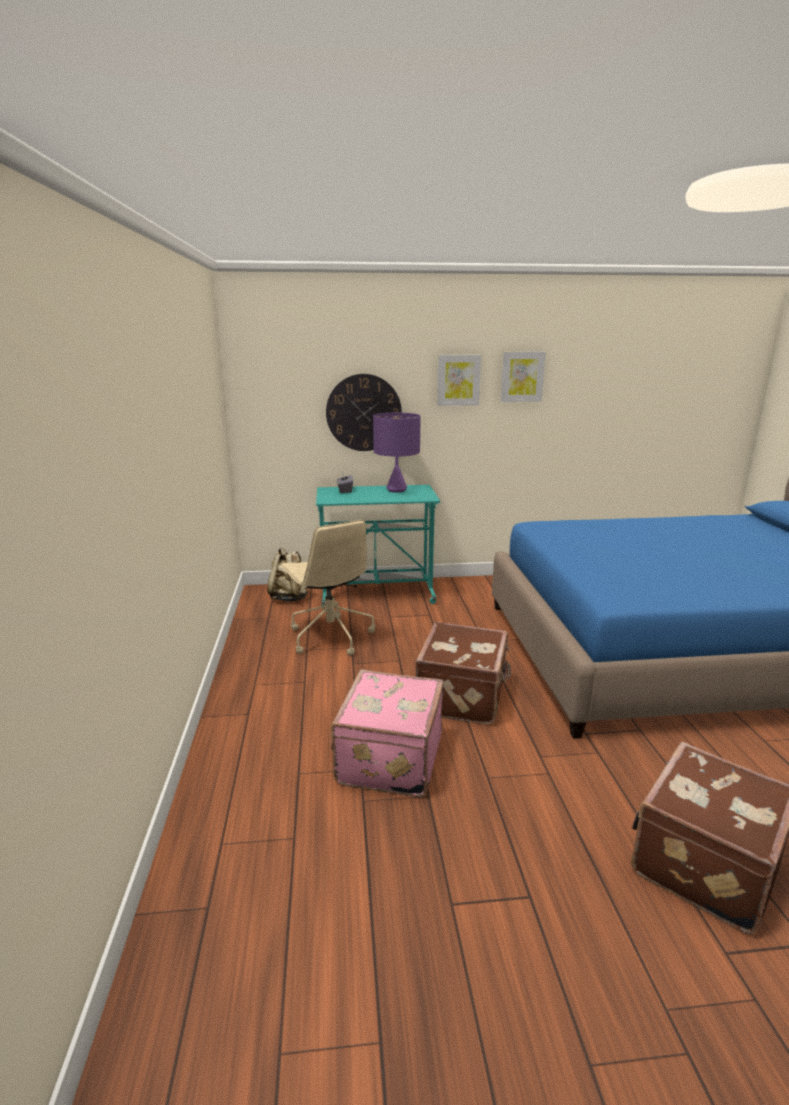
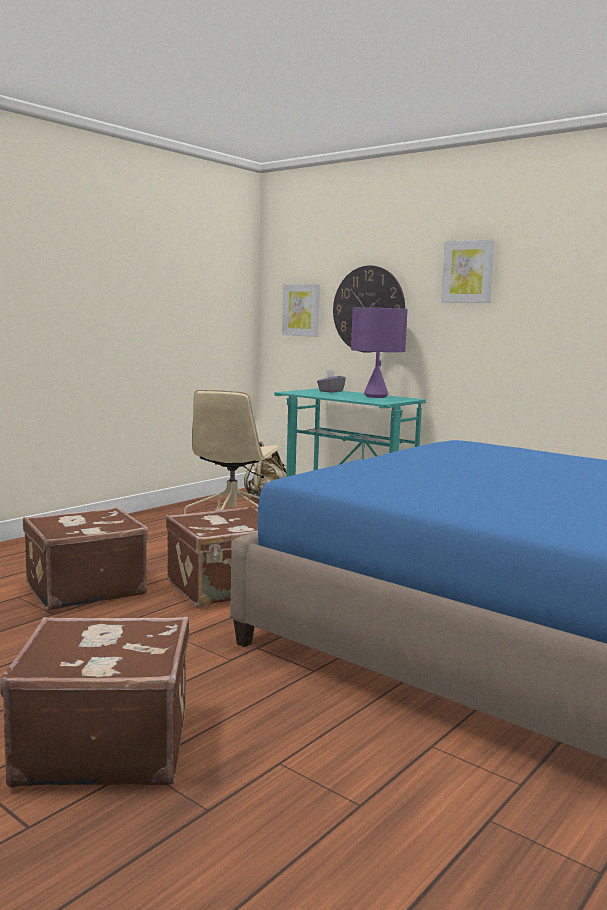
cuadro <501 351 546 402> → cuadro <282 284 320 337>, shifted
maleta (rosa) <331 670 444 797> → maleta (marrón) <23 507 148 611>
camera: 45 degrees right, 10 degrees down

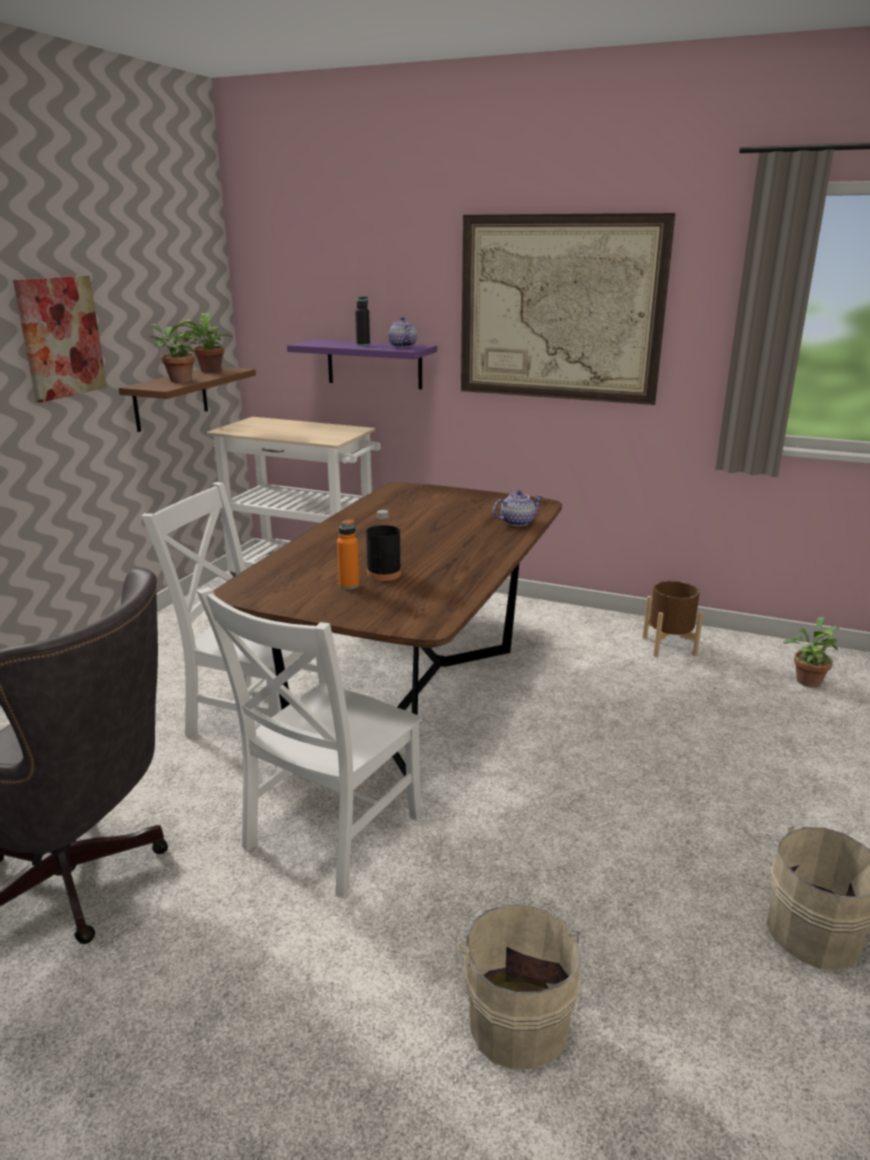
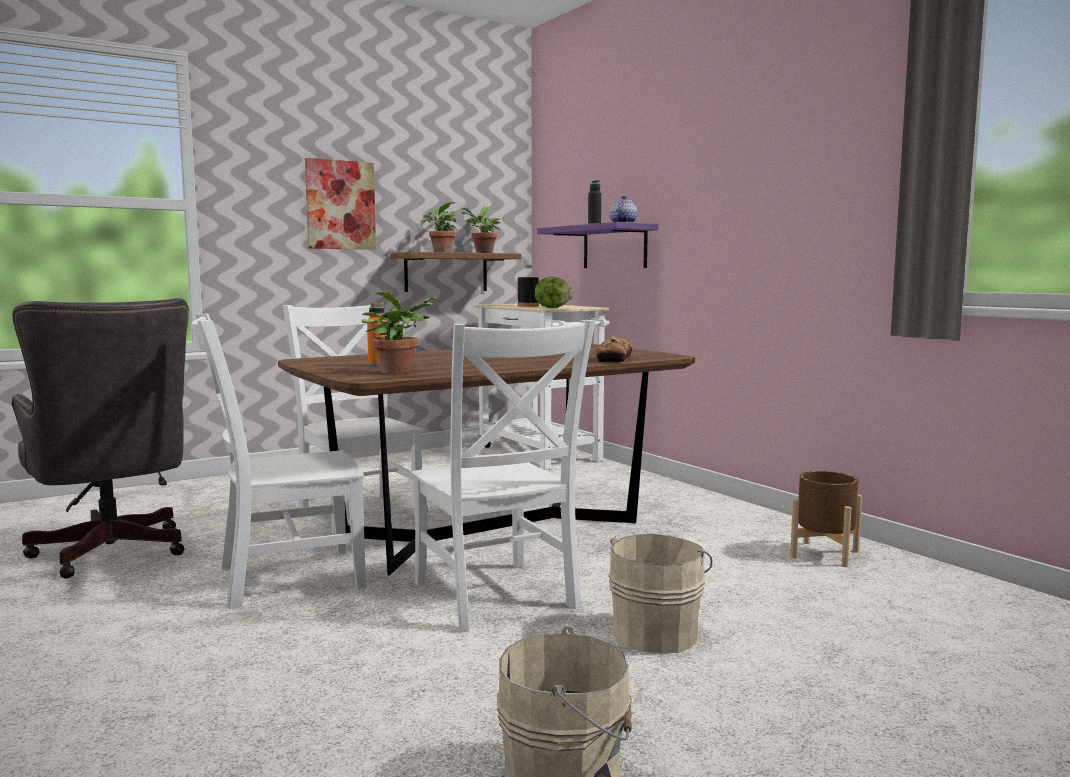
cuadro <461 213 676 405> → -
tetera <493 490 543 526> → pan <596 336 632 362>
botella (negro) <366 510 401 581> → botella (negro) <518 265 539 307>, shifted
planta en maceta <783 616 839 687> → planta en maceta <361 292 438 374>, shifted
cubo (beis) <457 904 581 1069> → cubo (beis) <608 534 713 653>, shifted
- → lechuga <535 277 574 308>
- → silla (blanco) <410 320 596 632>
camera: 35 degrees right, 15 degrees down

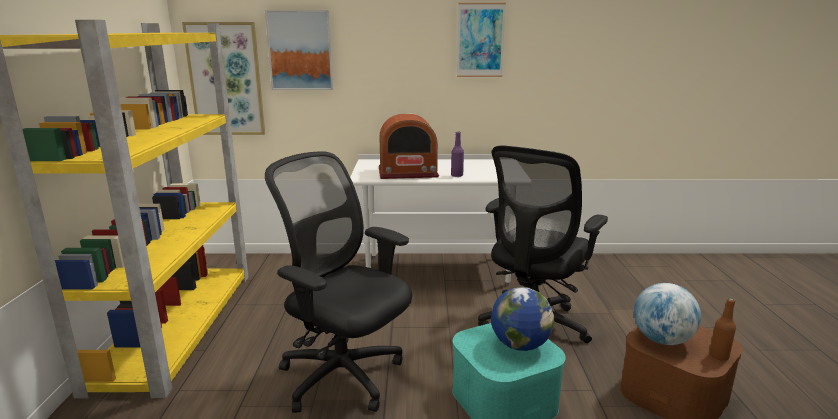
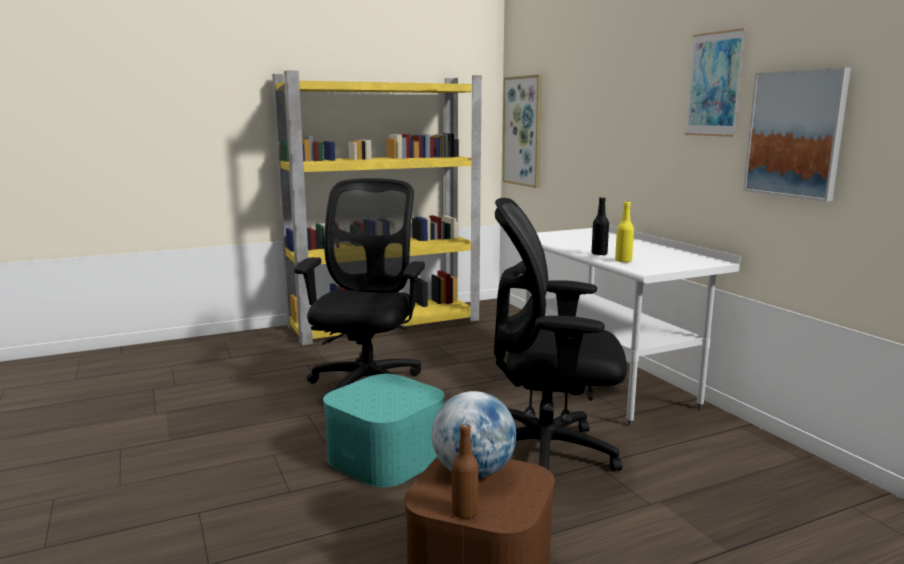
cuadro <265 10 333 90> → cuadro <743 67 851 201>, shifted
radio <379 113 439 179> → -
botella (morado) <451 132 464 177> → botella (negro) <591 197 609 255>
globo terráqueo <491 287 554 351> → -
- → botella (amarillo) <615 201 634 262>
camera: 65 degrees right, 5 degrees down

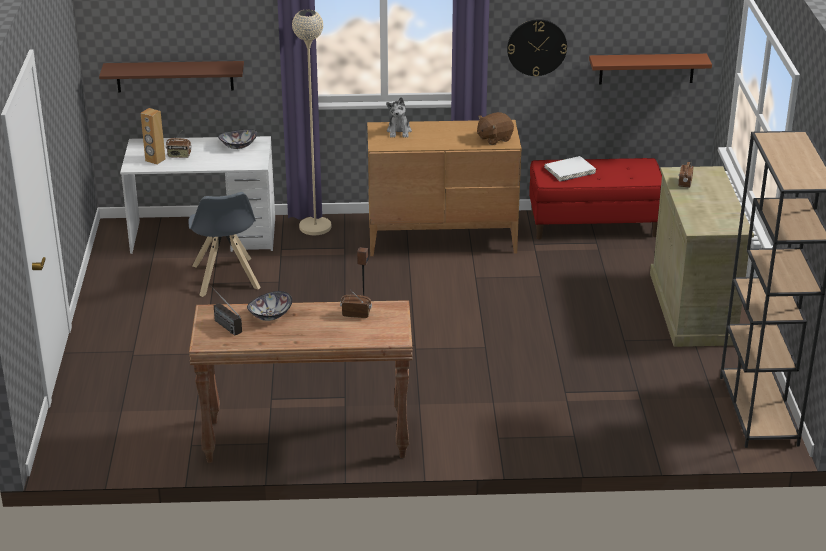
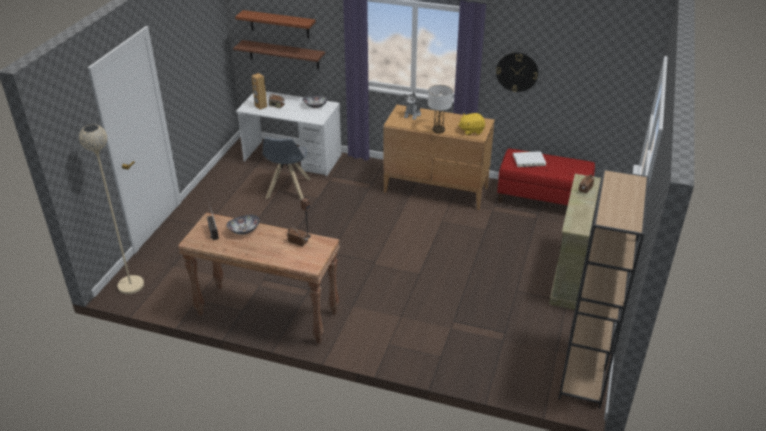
lámpara de pie (beis) <292 9 331 235> → lámpara de pie (beis) <79 124 144 294>, shifted
estante (marrón) <589 54 712 84> → estante (marrón) <235 10 316 38>, shifted
peluche (marrón) <477 112 514 145> → peluche (amarillo) <458 113 485 135>
- → lámpara de mesa <428 85 453 134>
camera: 20 degrees right, 5 degrees up

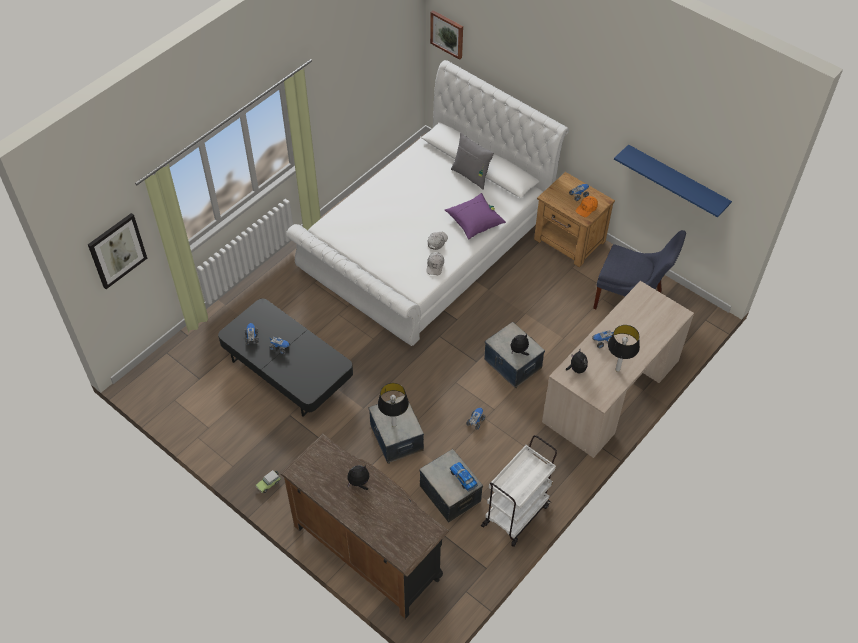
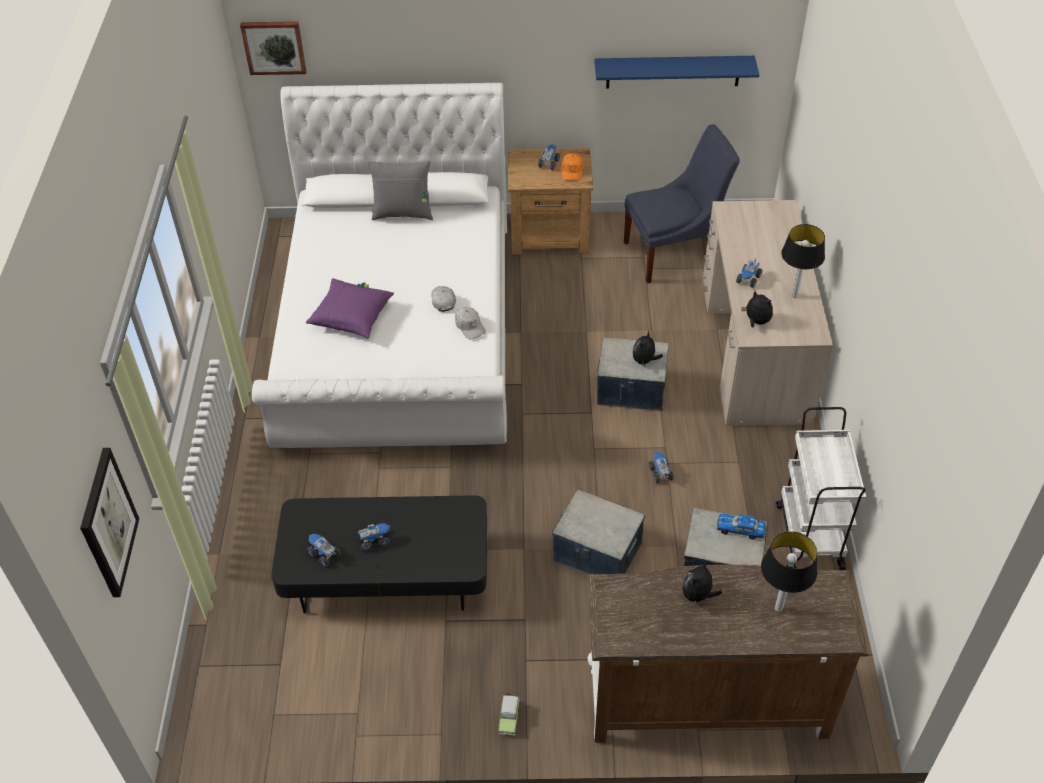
cojín (morado) <445 193 506 239> → cojín (morado) <306 278 394 338>, shifted
lámpara de mesa <378 383 409 427> → lámpara de mesa <761 531 817 612>, shifted
cómoda (negro) <280 434 449 619> → cómoda (blanco) <588 565 868 743>
camera: 40 degrees left, 5 degrees down

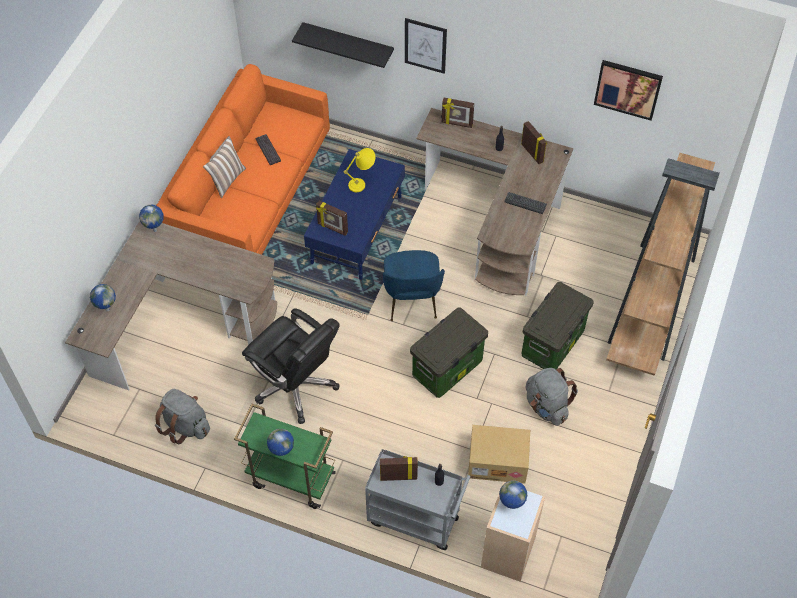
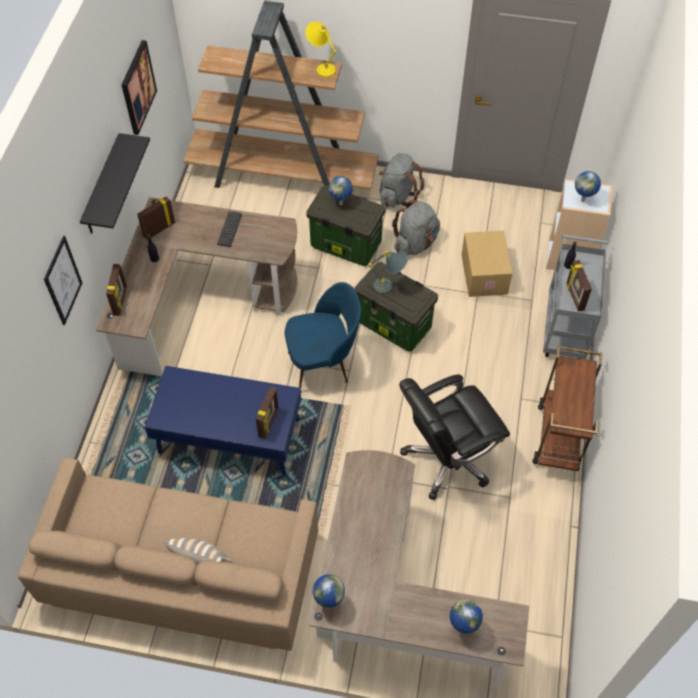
estante (negro) <292 22 394 68> → estante (negro) <80 133 150 234>, shifted
sofá (naranja) <156 64 330 255> → sofá (beis) <18 458 318 651>
teclado <255 134 281 165> → -
lámpara de mesa (amarillo) <344 148 376 192> → lámpara de mesa (amarillo) <305 22 337 77>, shifted
silla de oficina (negro) <242 308 340 424> → silla de oficina (negro) <399 374 510 500>, 150 degrees counterclockwise
mochila (gris) <155 389 210 444> → mochila (gris) <379 153 424 208>, shifted
carrito (verde) <234 404 336 509> → carrito (marrón) <532 346 603 471>
globo terráqueo <267 429 294 456> → globo terráqueo <329 176 353 206>, shifted
- → lámpara de mesa (gris) <368 250 408 294>
camera: 100 degrees left, 0 degrees up

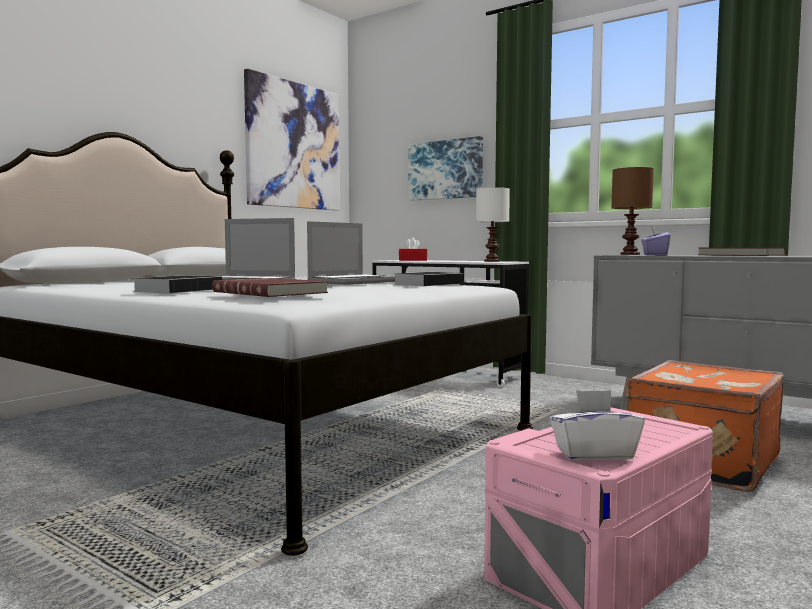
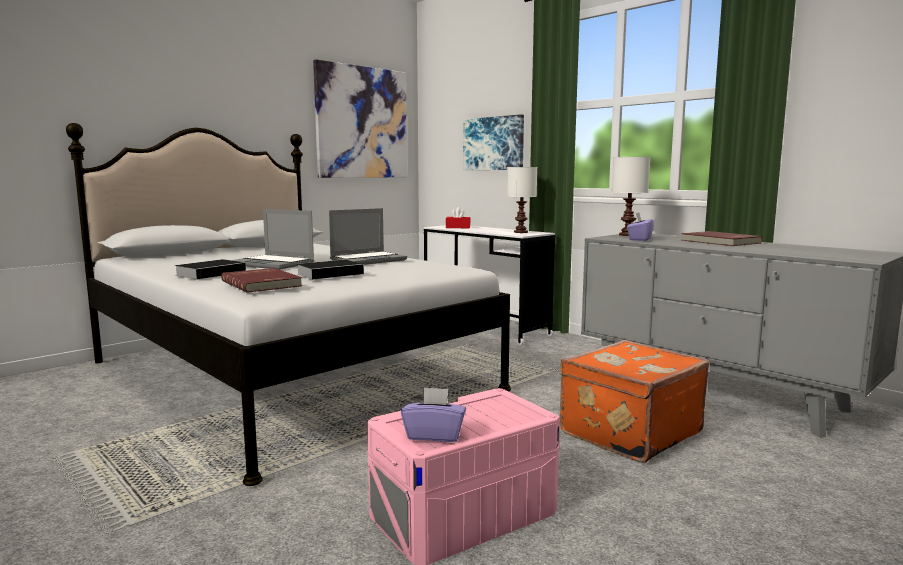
lámpara de mesa (marrón) <611 167 654 255> → lámpara de mesa (blanco) <612 157 650 236>
libro <393 272 464 286> → libro <297 260 366 280>, shifted
caja de pañuelos (blanco) <550 390 645 461> → caja de pañuelos (morado) <401 387 466 442>
camera: 10 degrees right, 5 degrees up

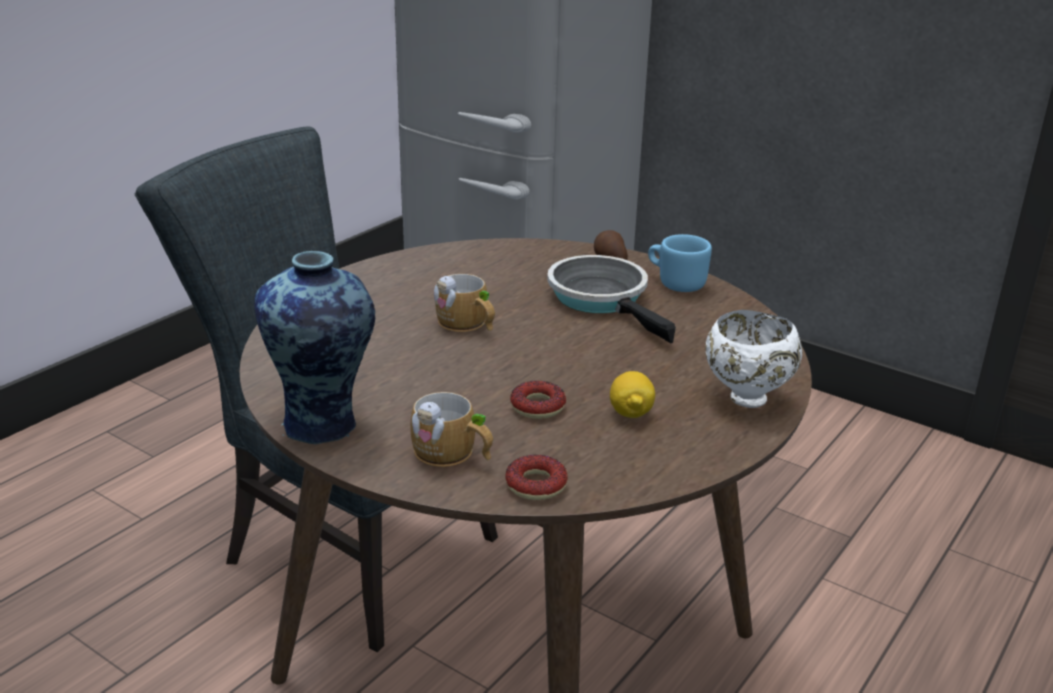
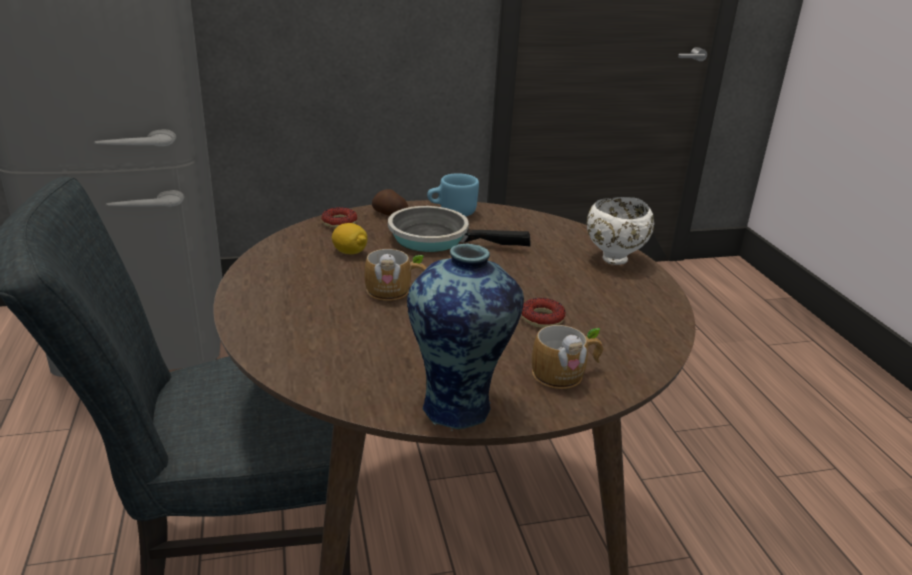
limón <610 371 655 418> → limón <332 223 367 254>, shifted
rosquilla <505 455 568 500> → rosquilla <321 207 358 228>, shifted
camera: 50 degrees left, 0 degrees up

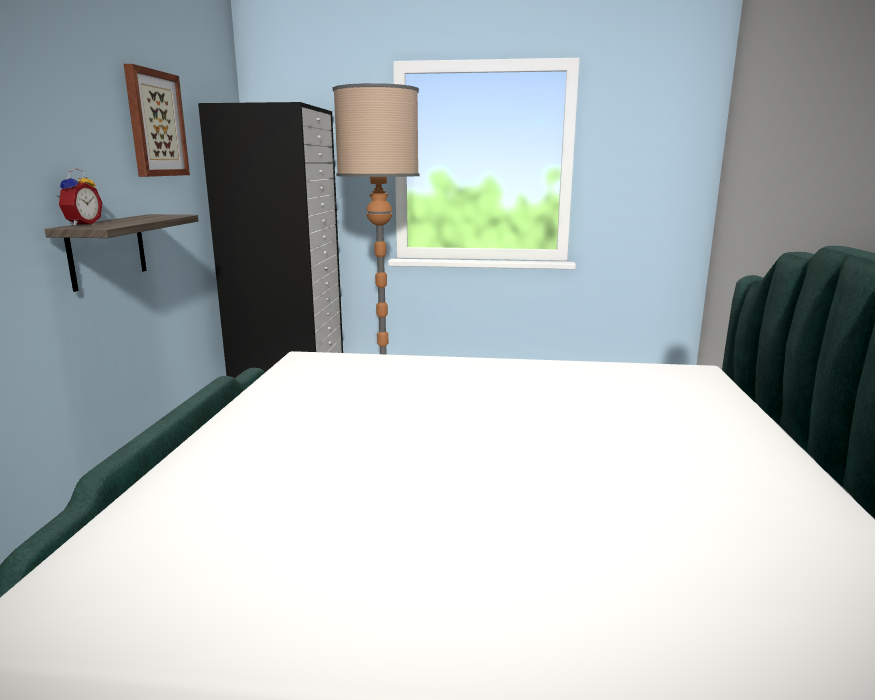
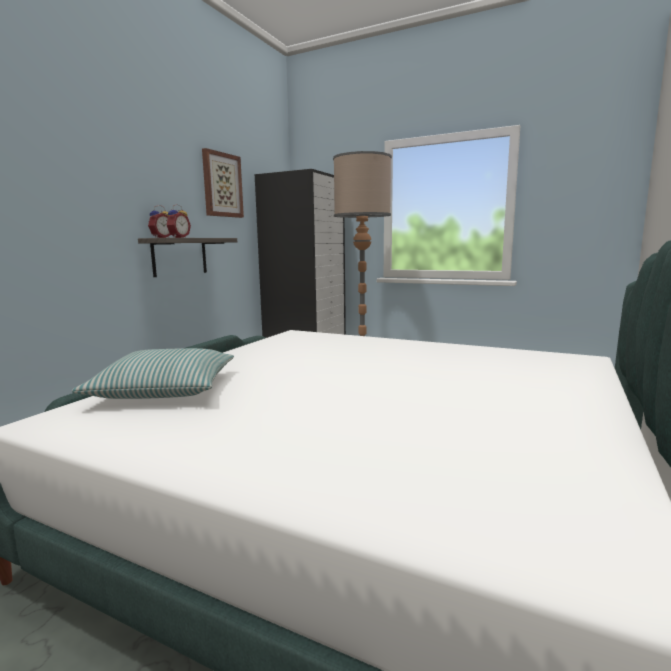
- → despertador <166 204 191 238>
- → cojín <72 348 234 399>
camera: 20 degrees right, 5 degrees down

